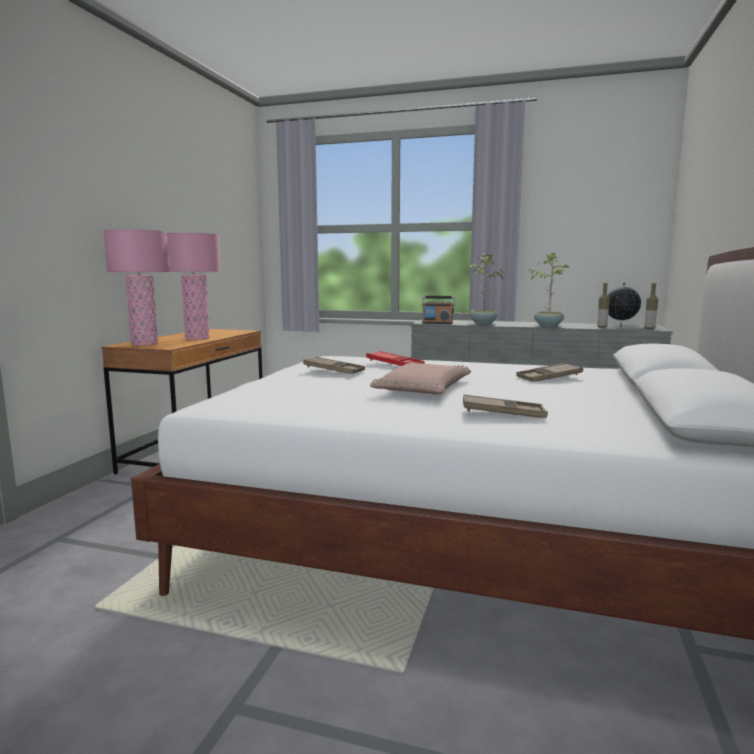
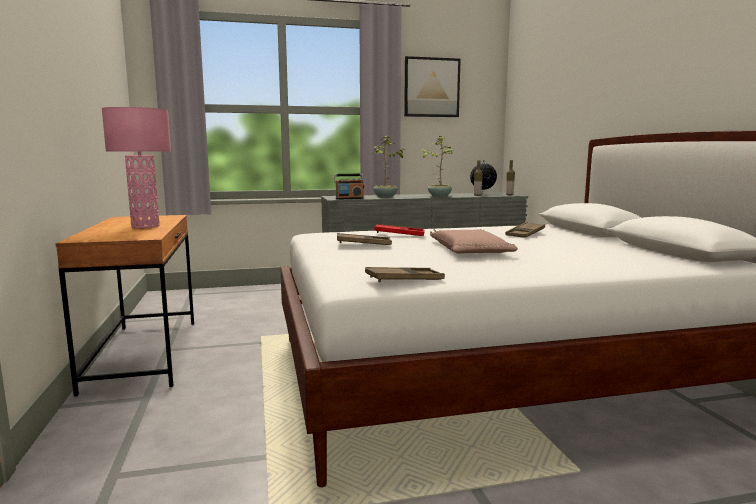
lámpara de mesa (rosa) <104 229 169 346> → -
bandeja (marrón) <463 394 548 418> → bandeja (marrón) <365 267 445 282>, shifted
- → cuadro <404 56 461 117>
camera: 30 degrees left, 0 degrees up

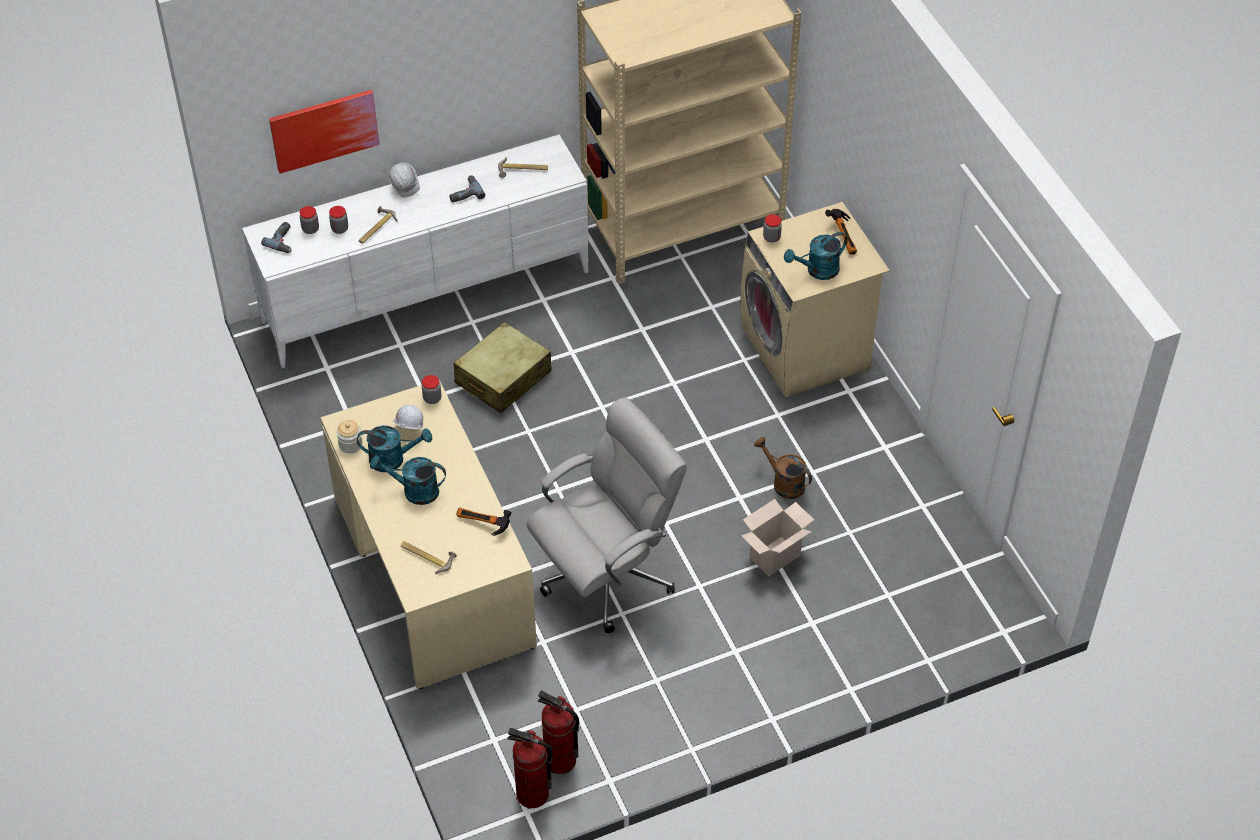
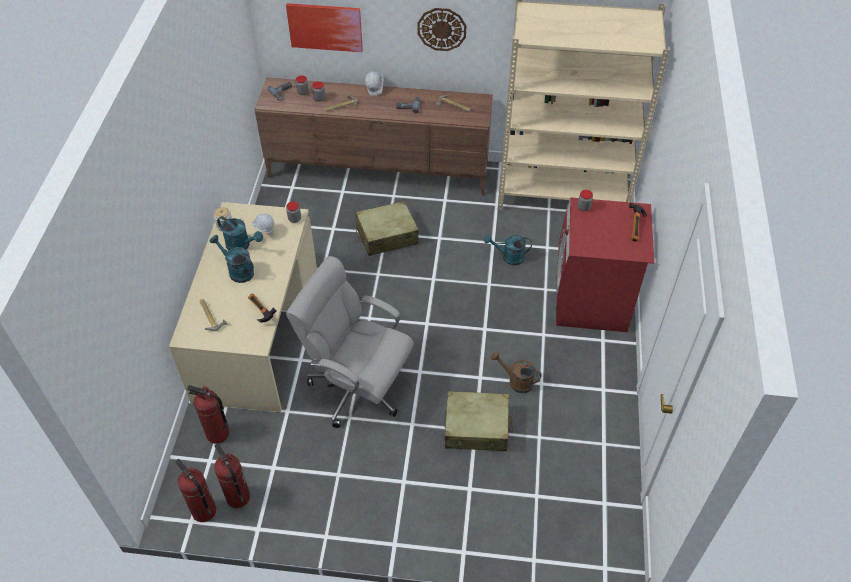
armario (blanco) <242 135 588 368> → armario (marrón) <255 78 493 195>
lavadora (beis) <740 202 890 398> → lavadora (rojo) <556 197 654 332>
regadera (turquesa) <784 232 848 280> → regadera (turquesa) <484 235 532 265>, shifted
silla de oficina (gris) <527 397 687 633> → silla de oficina (gris) <286 256 414 428>, 150 degrees counterclockwise
regadera (marrón) <754 437 812 499> → regadera (marrón) <491 351 541 393>, 45 degrees counterclockwise
caja de cartón <741 499 814 576> → maleta (beis) <444 391 513 451>
- → reloj de pared <418 8 466 51>
- → extintor <187 385 229 444>
camera: 30 degrees right, 0 degrees up

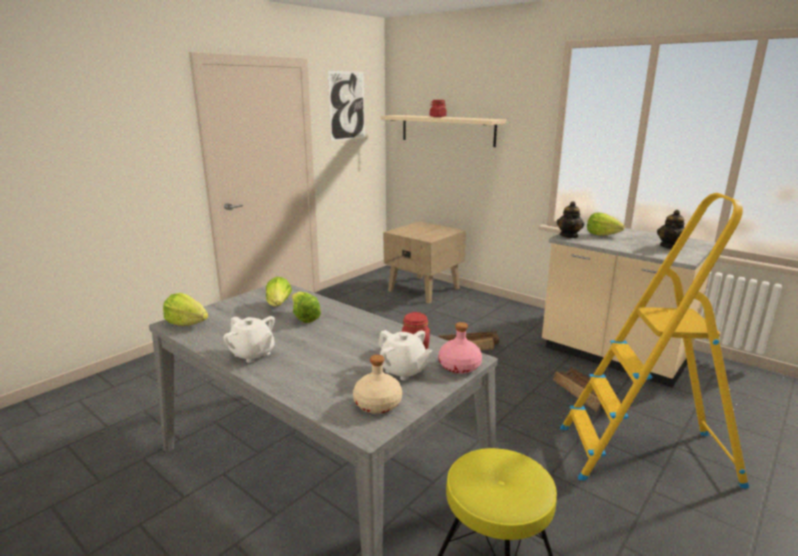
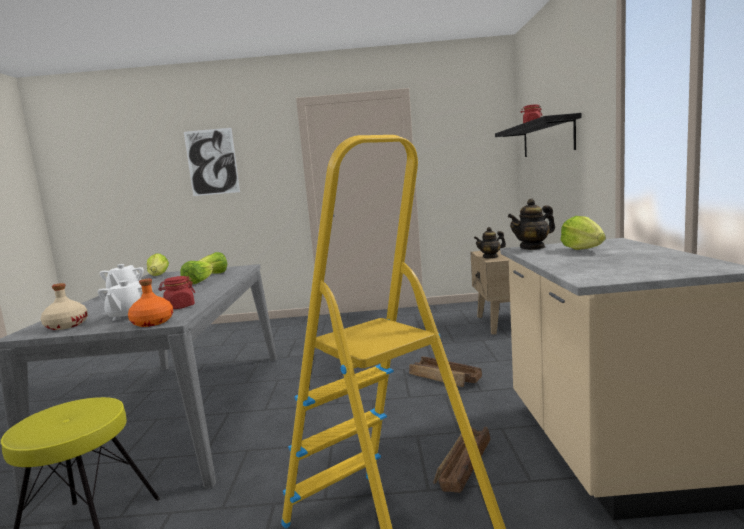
cuadro <328 71 365 141> → cuadro <184 128 240 196>, shifted
estante (beis) <380 115 506 147> → estante (negro) <495 113 581 157>
tetera <657 210 685 249> → tetera <474 227 506 259>, shifted
botella (rosa) <439 322 482 374> → botella (naranja) <128 279 173 327>
camera: 50 degrees right, 10 degrees down

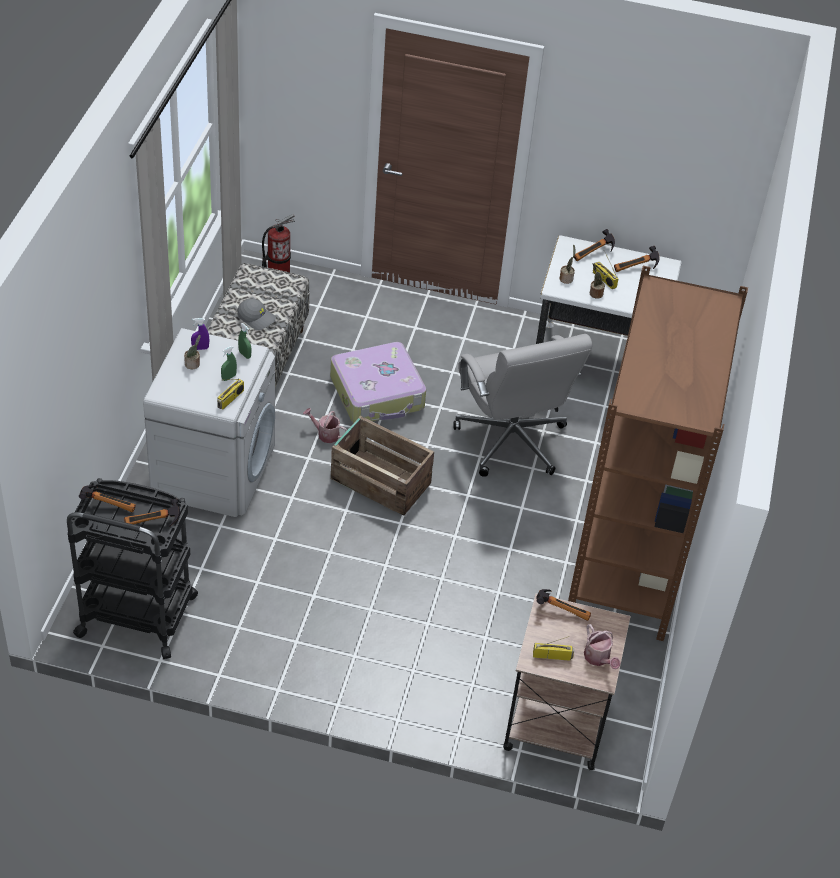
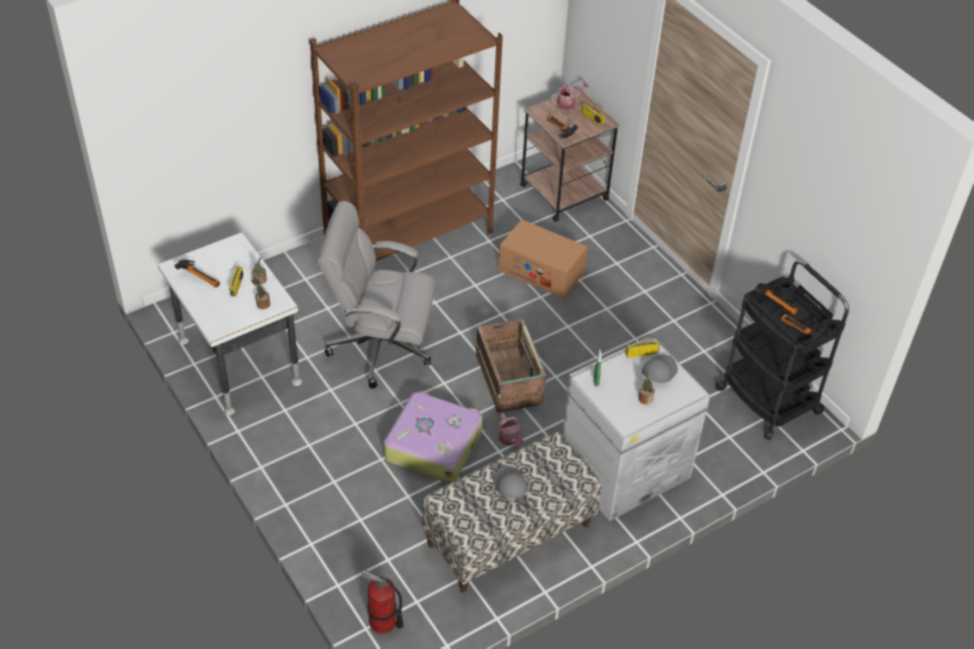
martillo <574 229 615 261> → -
pulverizador (morado) <191 318 209 350> → -
silla de oficina (gris) <453 334 592 477> → silla de oficina (gris) <318 201 436 388>, 105 degrees counterclockwise
pulverizador (verde) <221 346 237 381> → -
regadera <584 624 621 670> → regadera <551 81 589 110>, 45 degrees clockwise
- → caja de cartón <498 219 588 299>
- → gorra (gris) <642 355 678 383>
camera: 135 degrees left, 0 degrees up

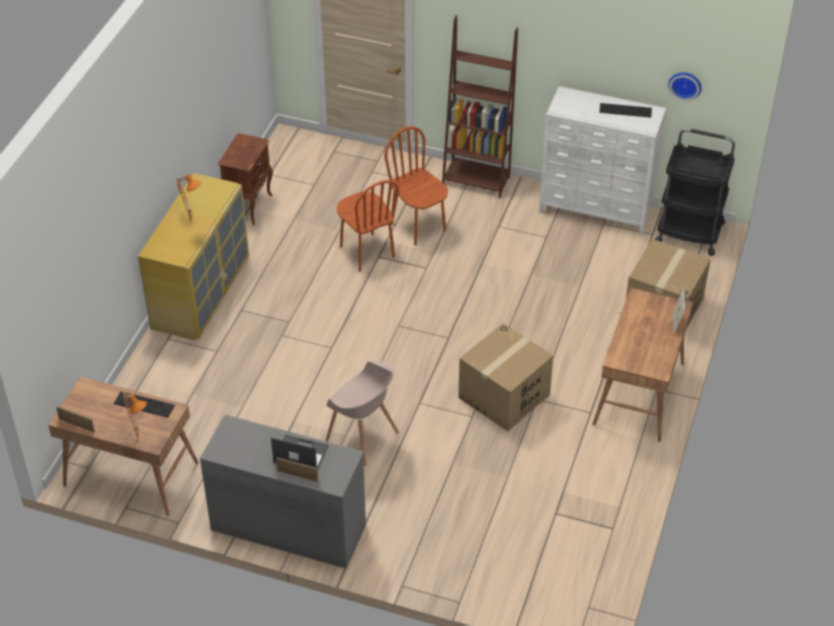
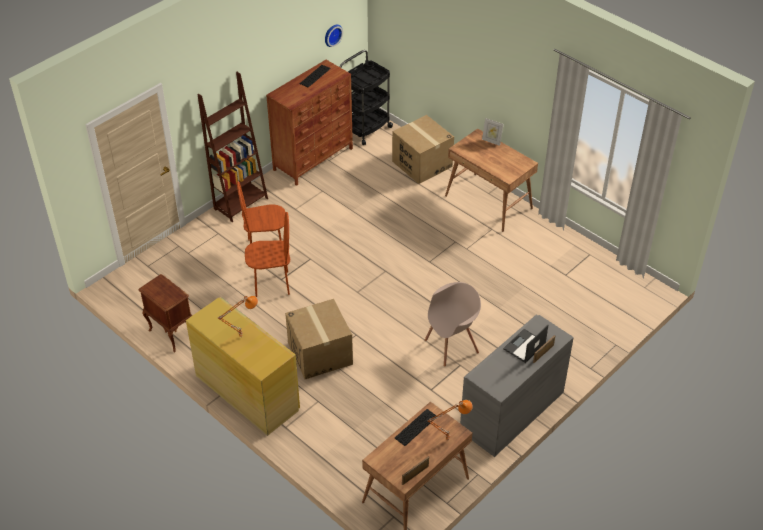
cómoda (blanco) <539 86 666 236> → cómoda (marrón) <266 60 353 186>
caja de cartón <458 323 553 431> → caja de cartón <285 299 353 379>, shifted
camera: 65 degrees left, 0 degrees up

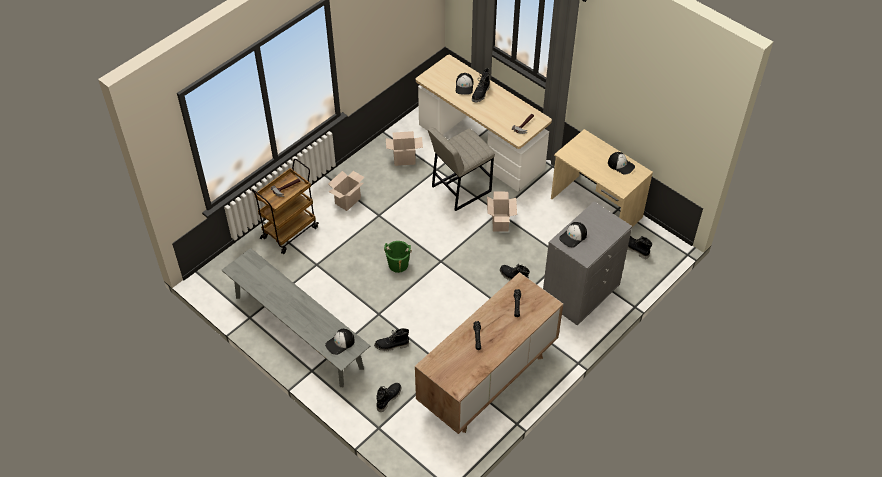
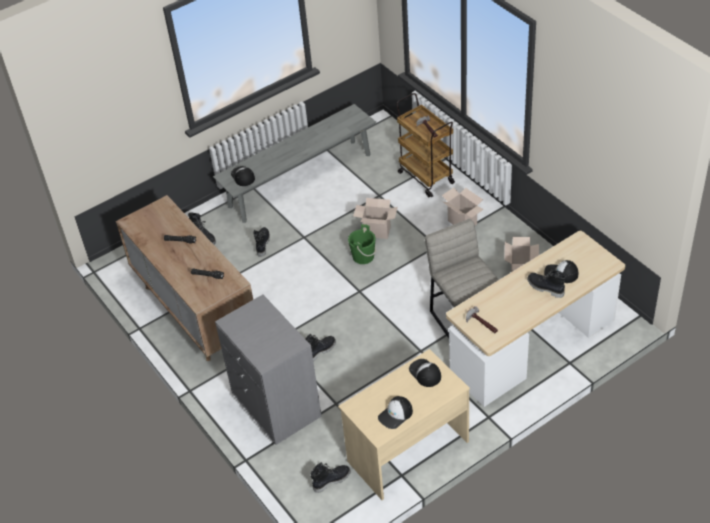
caja de cartón <487 192 517 232> → caja de cartón <353 198 398 239>, shifted
gorra <559 222 587 248> → gorra <409 359 441 387>, shifted
camera: 105 degrees right, 5 degrees down

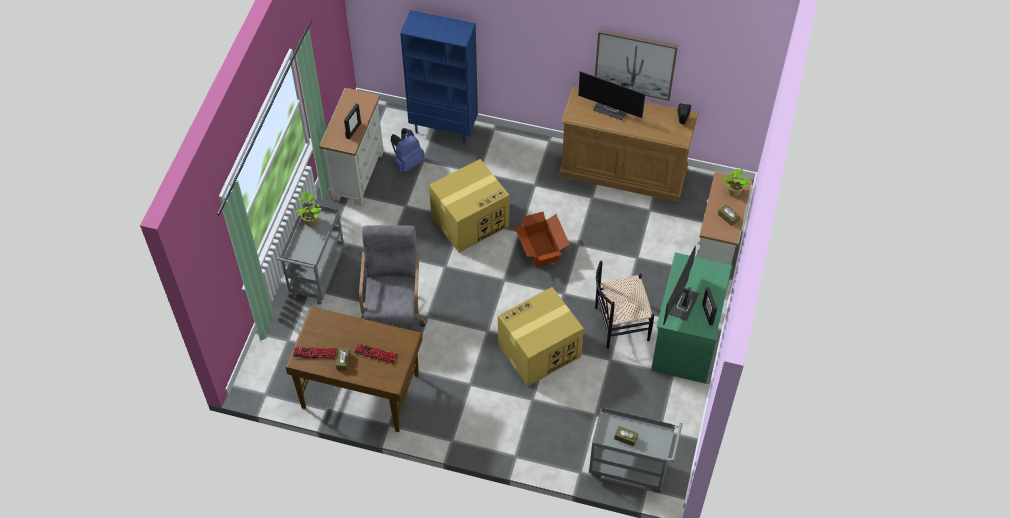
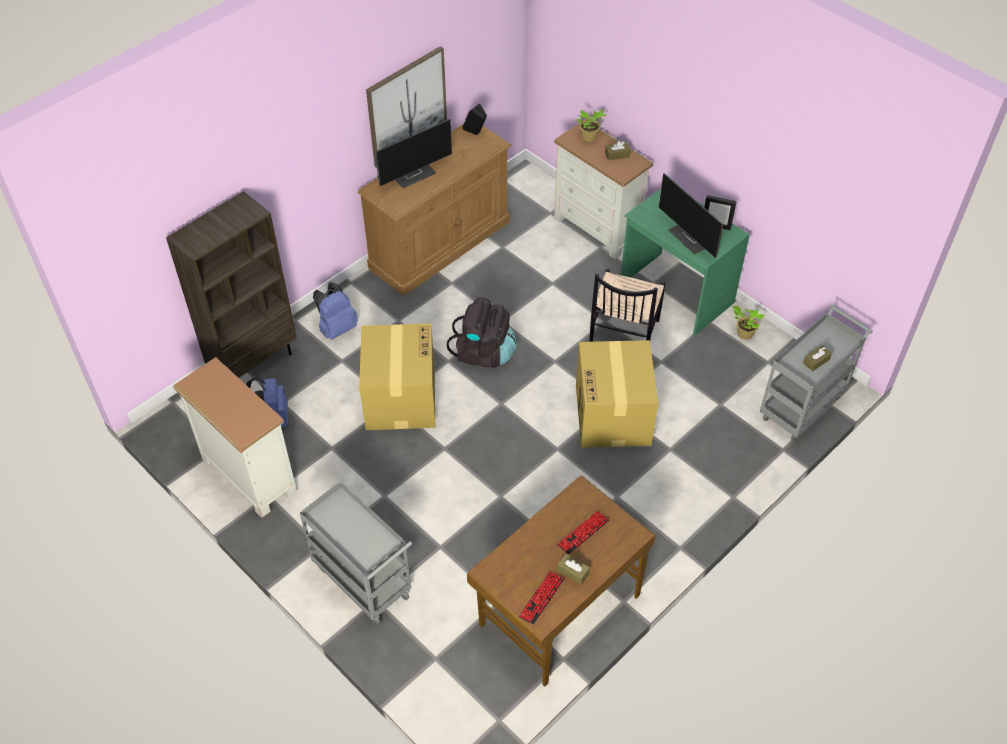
estantería (azul) <400 10 478 144> → estantería (marrón) <166 191 297 378>
portarretratos <344 103 361 140> → -
planta en maceta <295 191 321 227> → planta en maceta <732 306 764 340>, shifted
caja de cartón <514 212 570 267> → mochila (negro) <447 297 517 368>
silla de oficina (gris) <359 225 426 327> → -
- → mochila (azul) <313 282 358 340>
camera: 60 degrees left, 5 degrees down

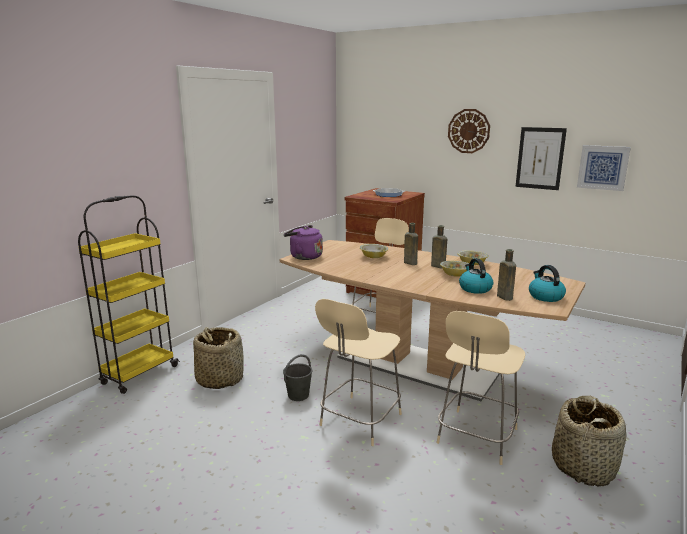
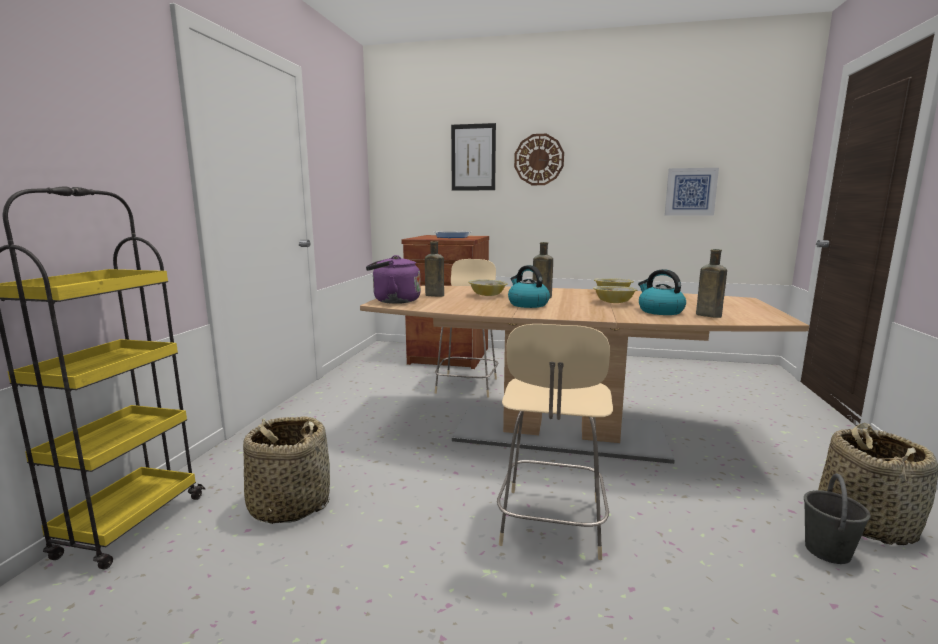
cuadro <515 127 567 190> → cuadro <451 123 496 191>, shifted
botella (marrón) <431 225 447 268> → botella (marrón) <425 241 444 297>, shifted
hervidor <529 265 566 302> → hervidor <508 265 550 308>, shifted
silla (beis) <436 311 525 465> → -
cubo (gris) <283 354 312 401> → cubo (gris) <804 473 871 564>, shifted
camera: 20 degrees left, 5 degrees down

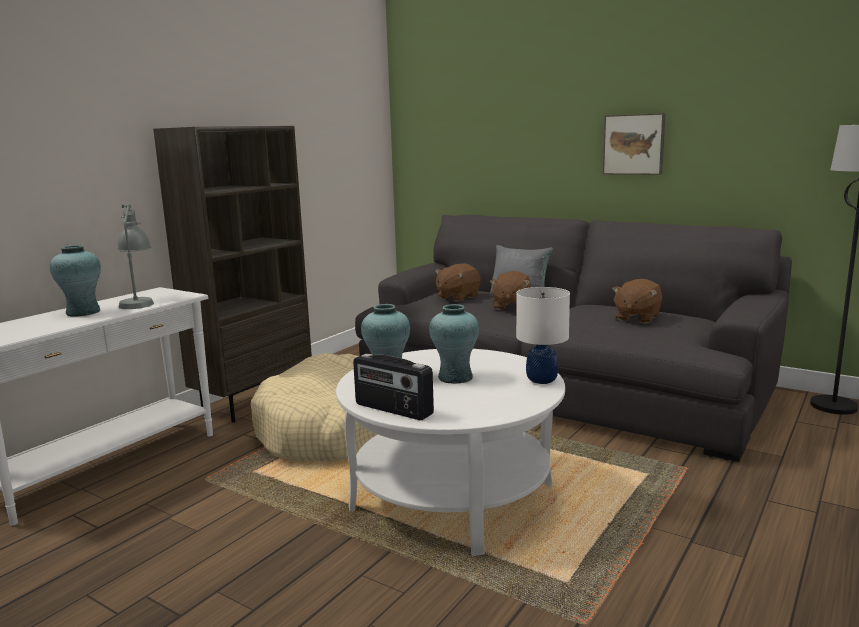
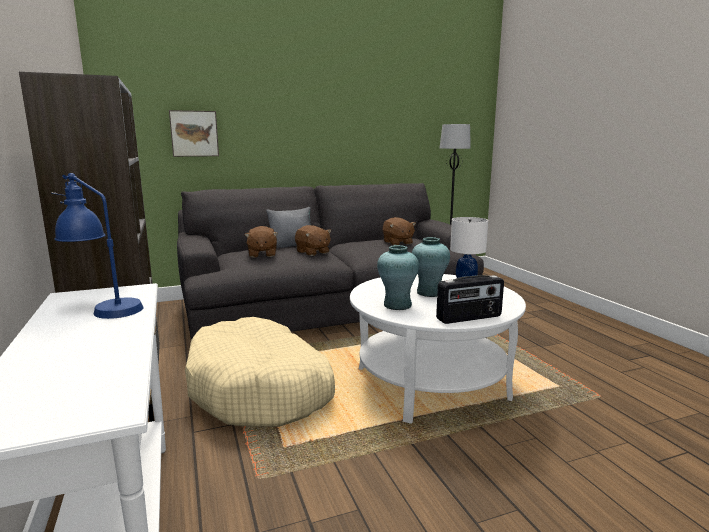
cuadro <603 113 666 175> → cuadro <169 110 219 157>, shifted
lámpara de mesa (gris) <117 204 154 309> → lámpara de mesa (azul) <51 173 144 319>
florero (turquesa) <50 245 101 316> → -
camera: 55 degrees left, 0 degrees up

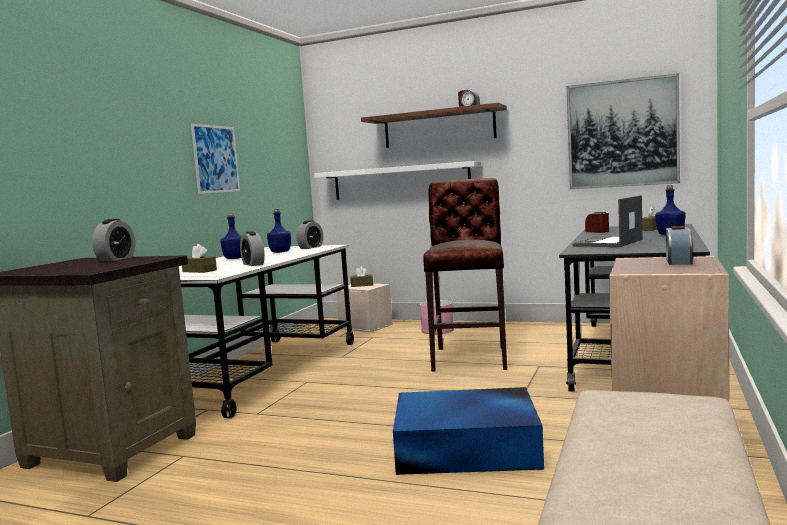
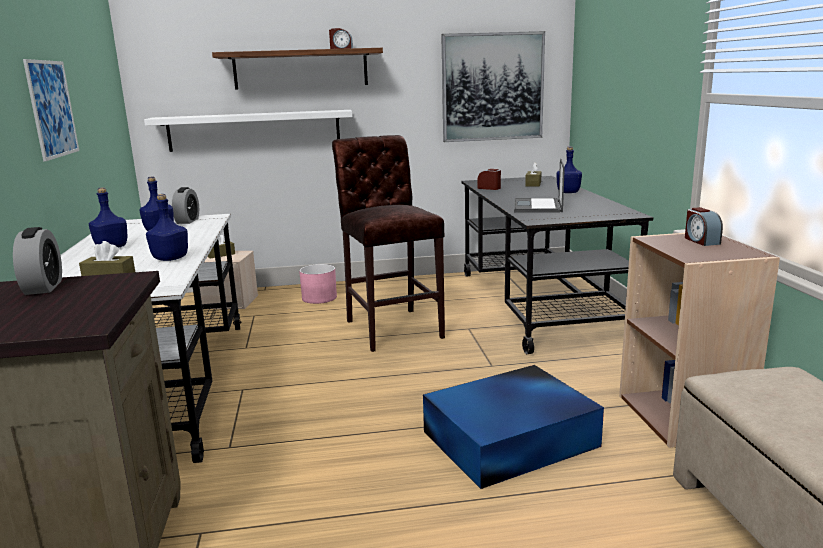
despertador <240 231 265 266> → botella (azul) <146 194 188 261>
camera: 30 degrees left, 10 degrees up

